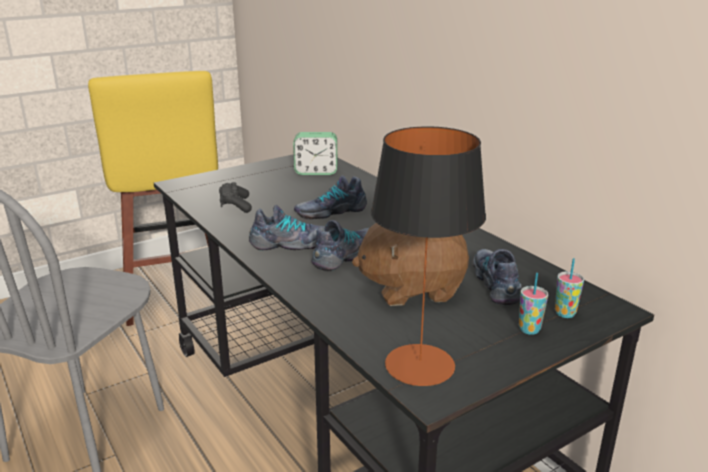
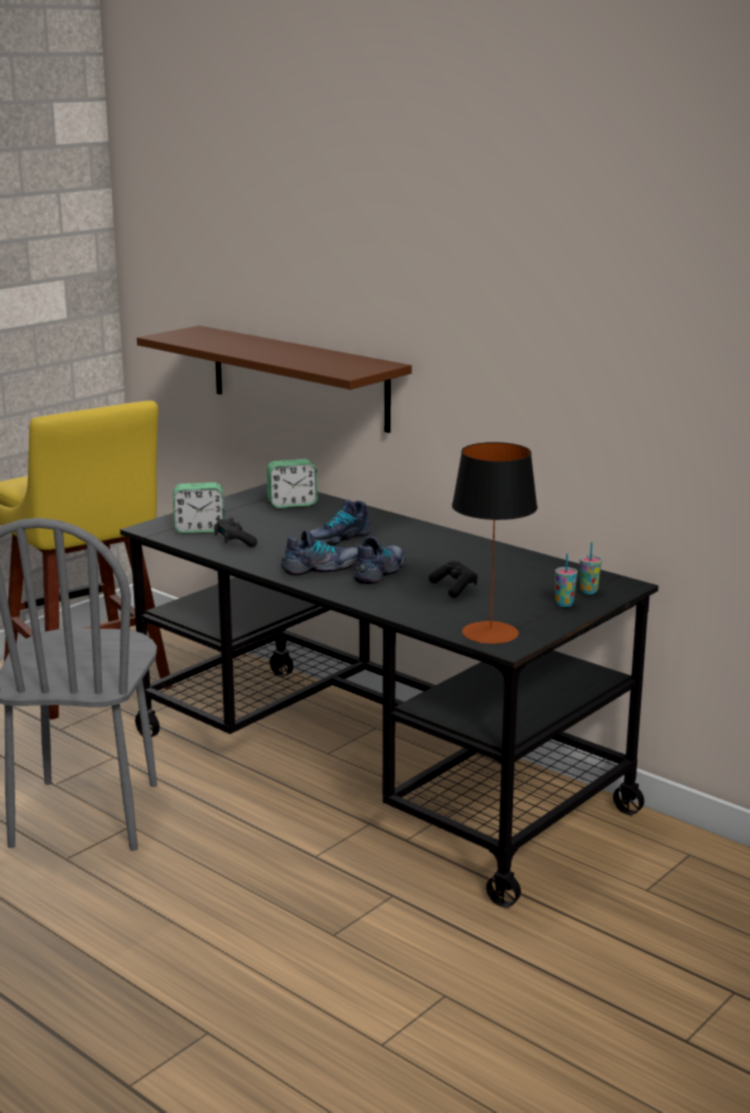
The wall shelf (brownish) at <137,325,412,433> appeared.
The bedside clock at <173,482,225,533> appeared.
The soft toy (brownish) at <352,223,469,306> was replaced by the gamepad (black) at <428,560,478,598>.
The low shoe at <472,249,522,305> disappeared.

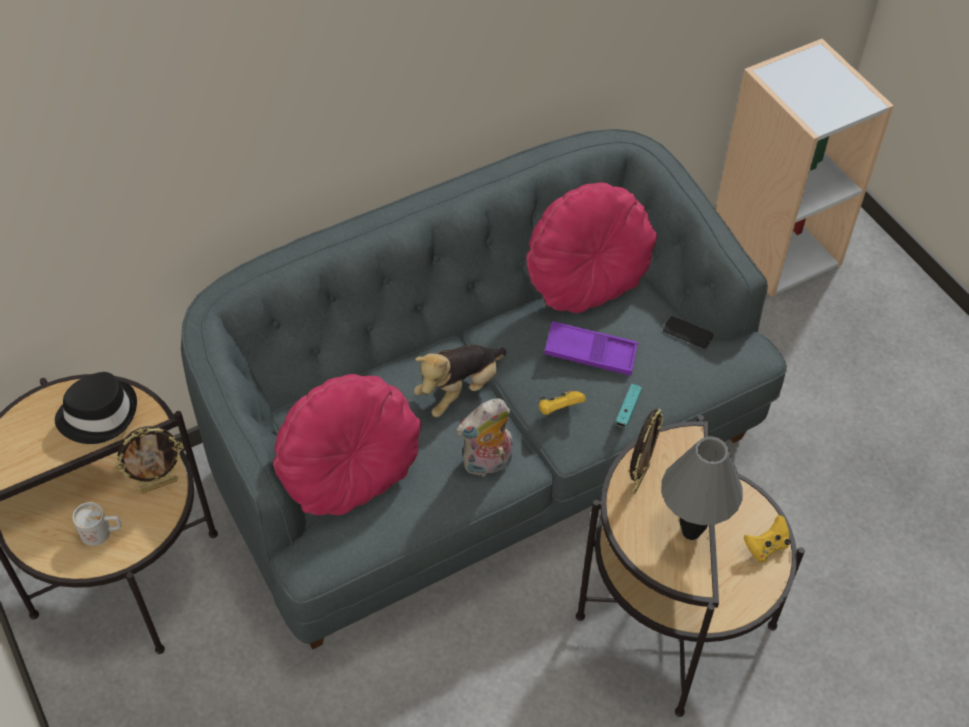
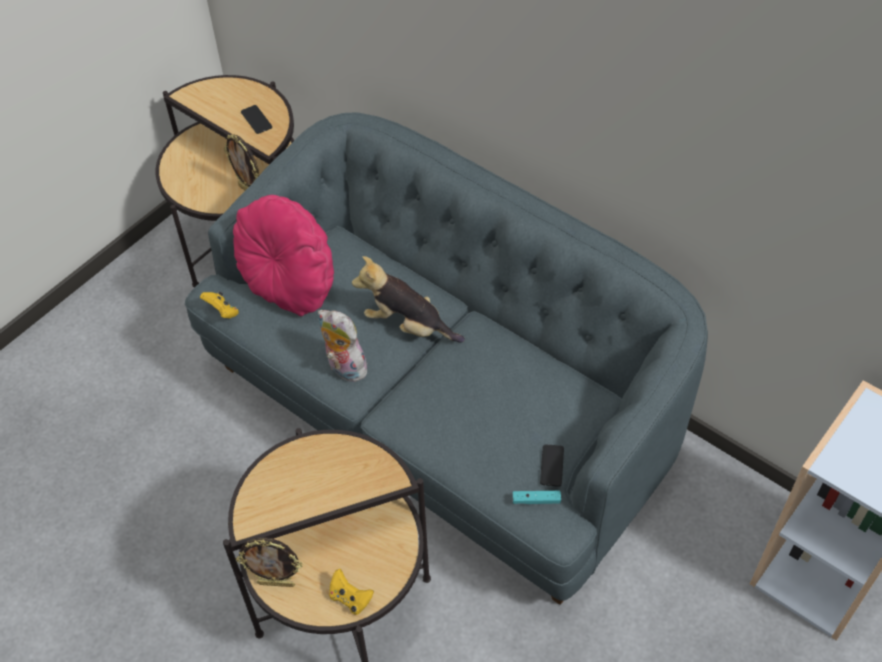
The gamepad (yellow-coloured) moved from <539,391,586,415> to <200,292,239,318>.
The photo frame moved from <629,409,663,494> to <236,537,303,587>.
The hat (black) at <55,372,137,444> was replaced by the telephone at <241,105,272,134>.
The gamepad (blue-green) moved from <615,384,642,428> to <512,491,561,504>.
The coffee mug (white) at <72,502,122,546> disappeared.
The throw pillow (pinkish) at <526,182,657,313> disappeared.
The serving tray (purple-coloured) at <544,321,638,376> disappeared.
The table lamp (grey) at <661,436,743,540> disappeared.

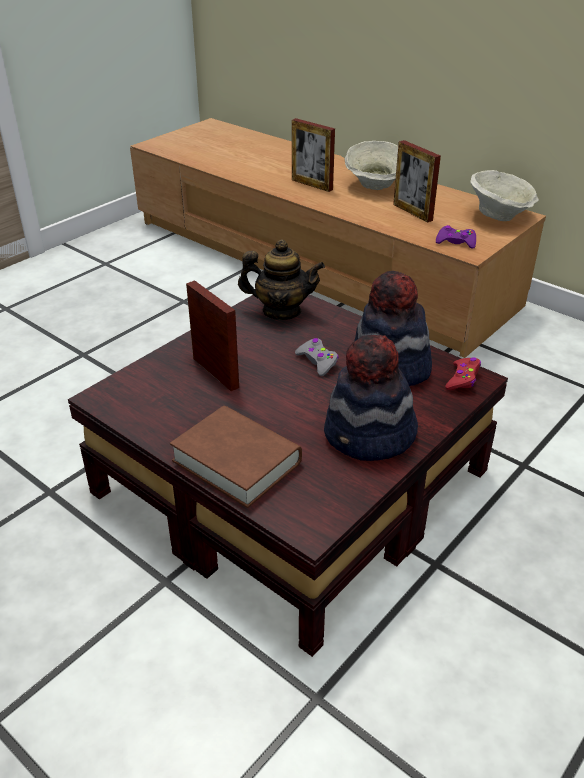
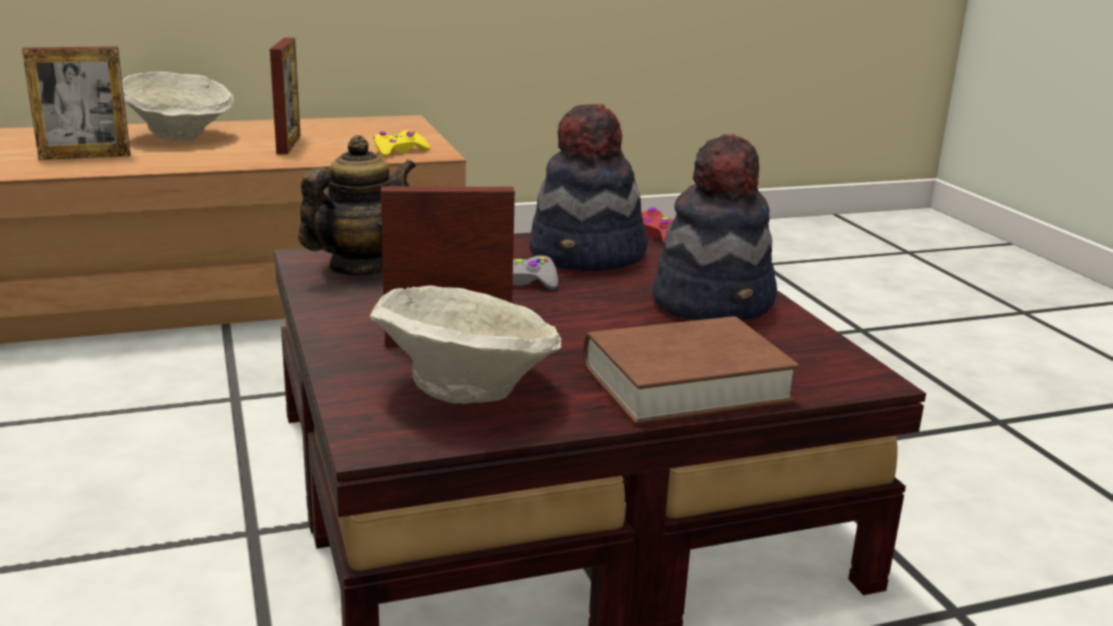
The photo frame at <393,140,441,222> turned 90 degrees counterclockwise.
The deep dish (sand-coloured) moved from <470,170,539,221> to <370,286,562,404>.
The gamepad (purple-coloured) at <436,225,476,249> became the gamepad (yellow-coloured) at <373,130,430,157>.

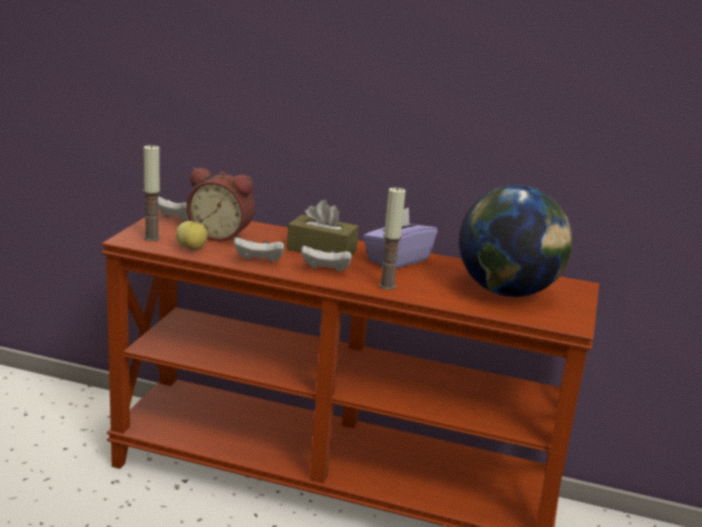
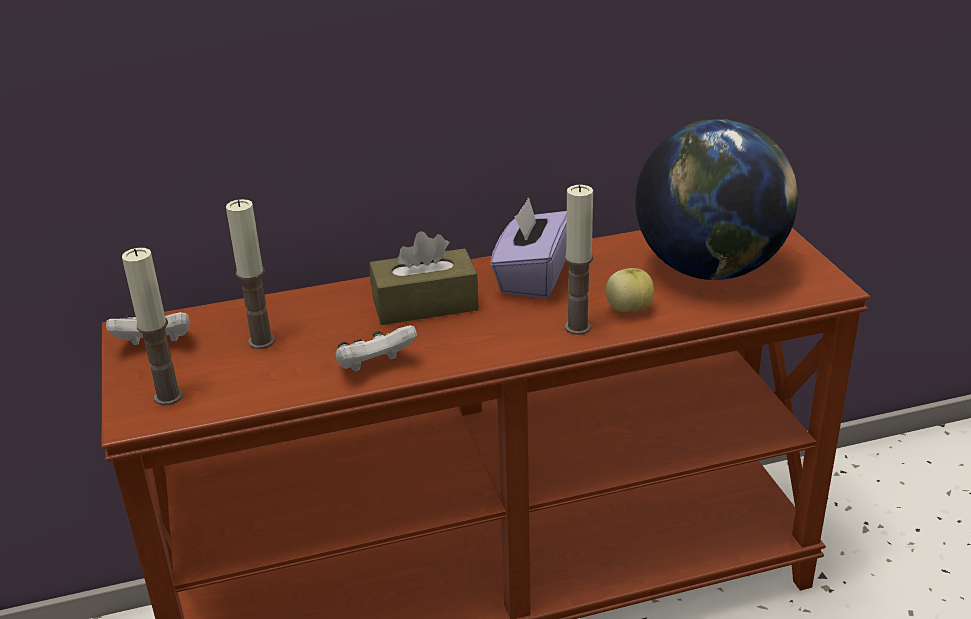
The bedside clock at <187,167,255,241> was replaced by the candle at <226,199,275,349>.
The apple fruit moved from <176,221,207,250> to <606,268,654,312>.
The gamepad (white) at <301,246,352,272> disappeared.

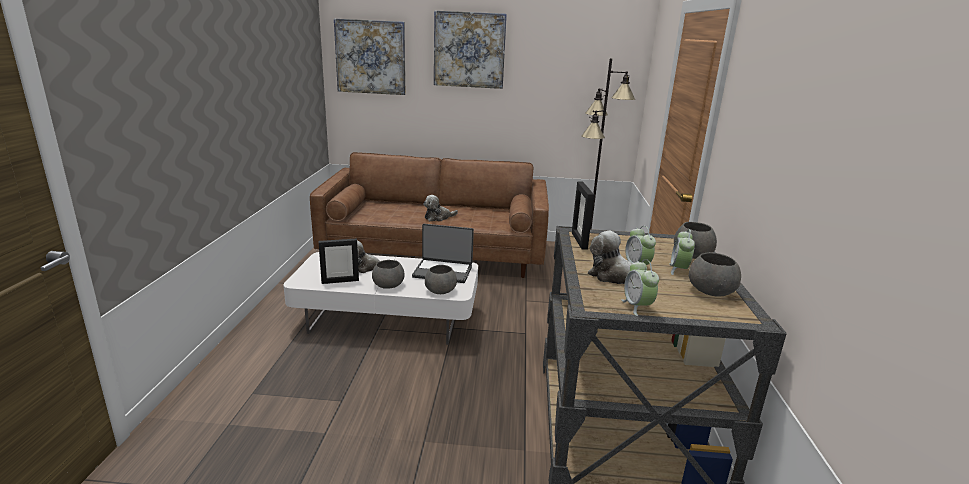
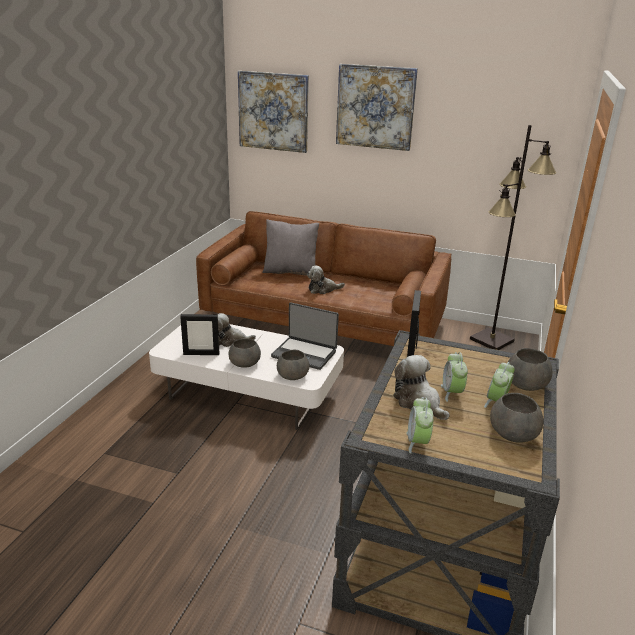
The throw pillow (grey) at <262,219,319,276> appeared.

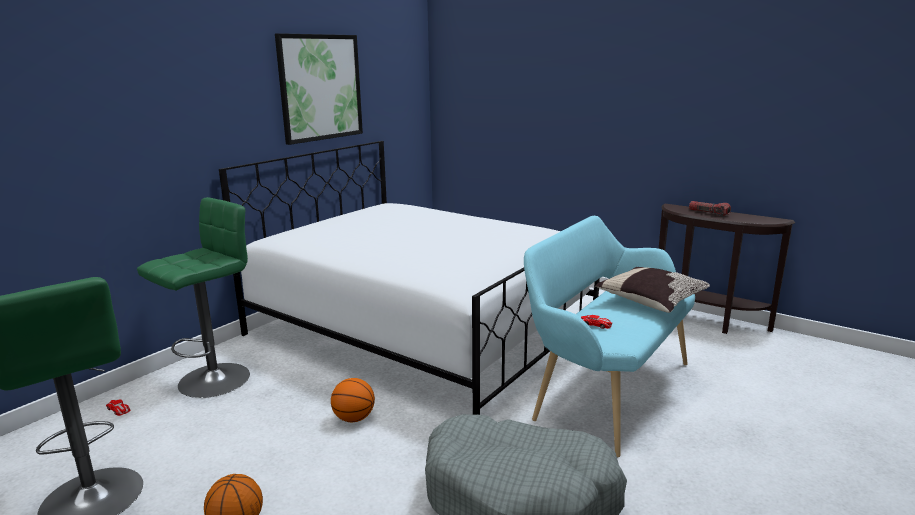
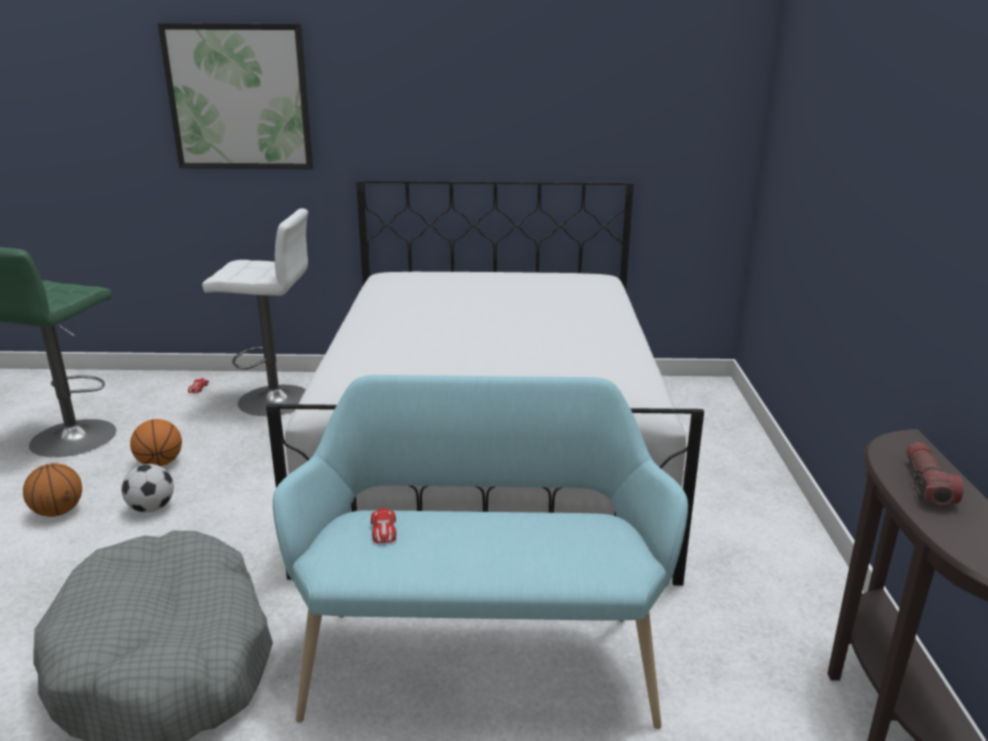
The ball for football at <122,464,174,513> appeared.
The basketball ball moved from <331,378,375,422> to <130,419,182,466>.
The wall art moved from <275,33,363,145> to <158,23,313,169>.
The stool seat (green-coloured) at <137,197,250,398> became the stool seat (white) at <202,208,308,416>.
The throw pillow at <595,267,710,313> disappeared.

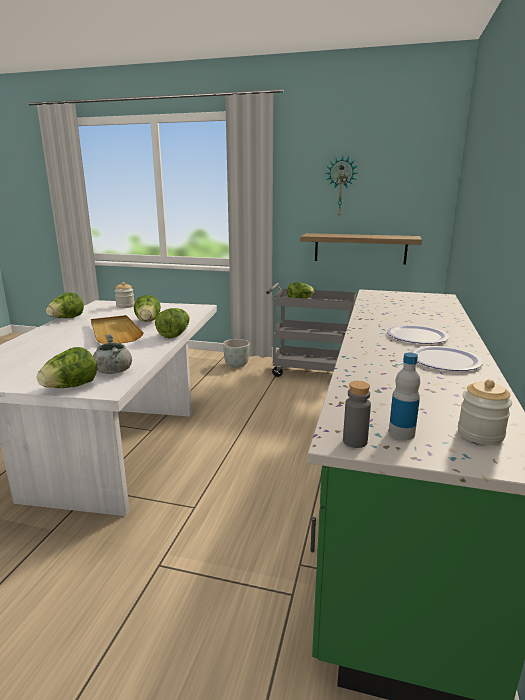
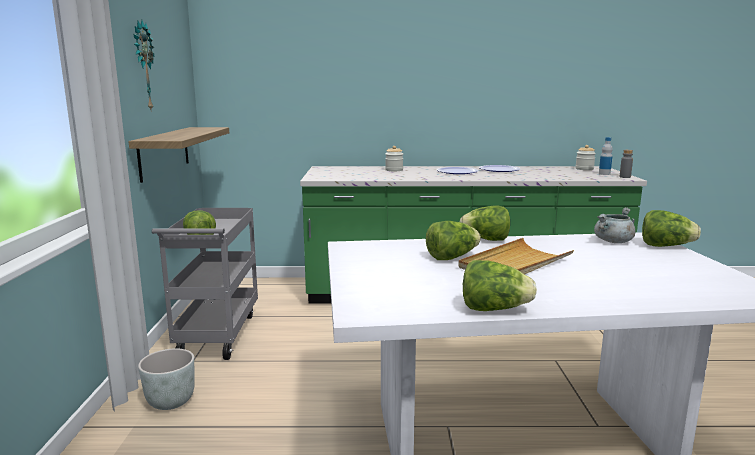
The jar moved from <115,282,135,308> to <385,146,403,171>.

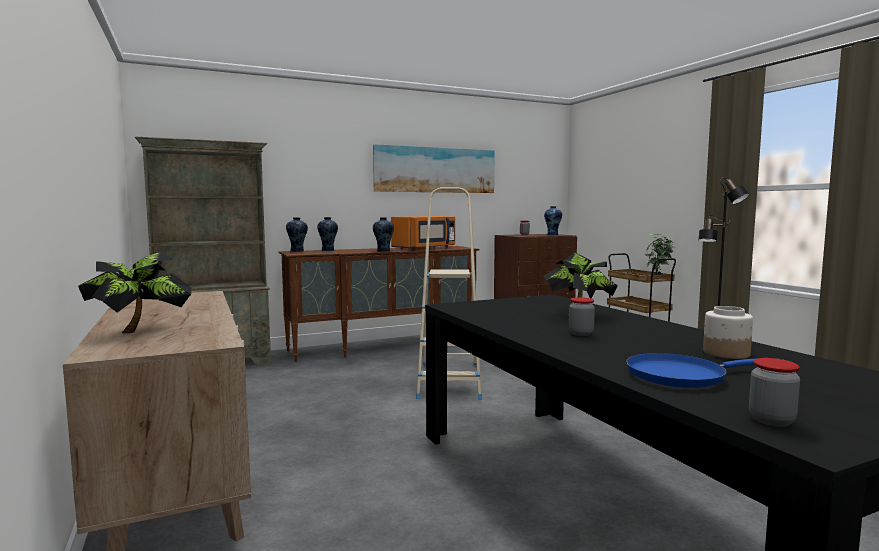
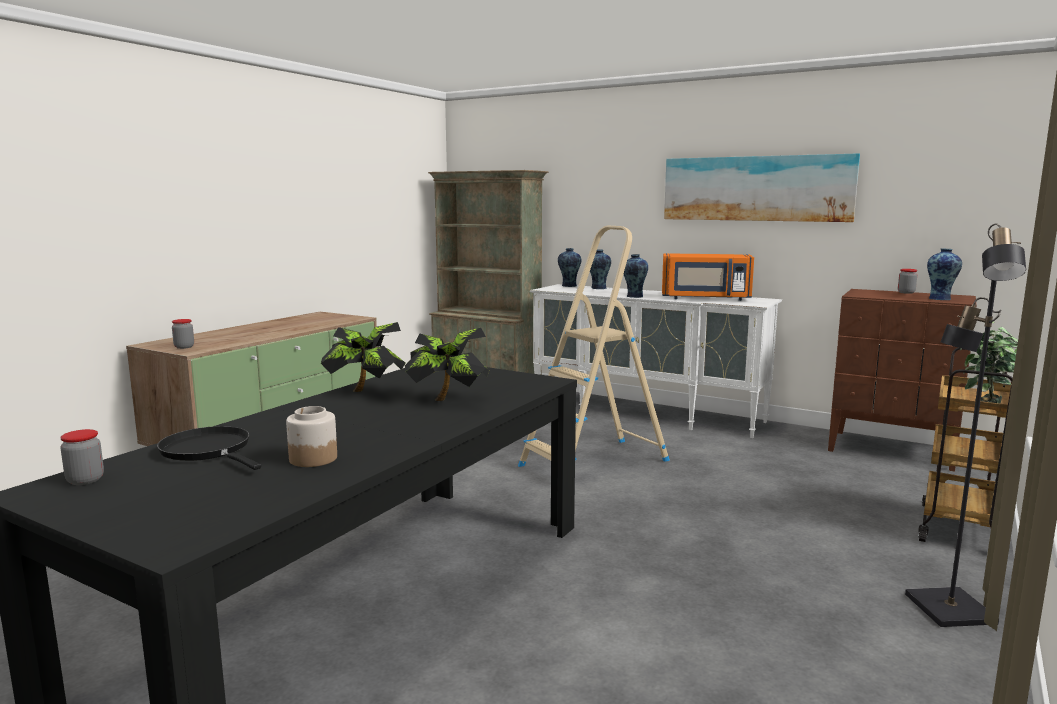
The skillet (blue-coloured) at <626,353,758,388> became the skillet (black) at <157,426,261,470>.
The jar moved from <569,297,595,336> to <172,319,194,349>.
The plant in a pot moved from <78,252,191,333> to <321,322,406,392>.
The storage cabinet (brownish) at <279,246,479,362> became the storage cabinet (white) at <530,284,782,438>.

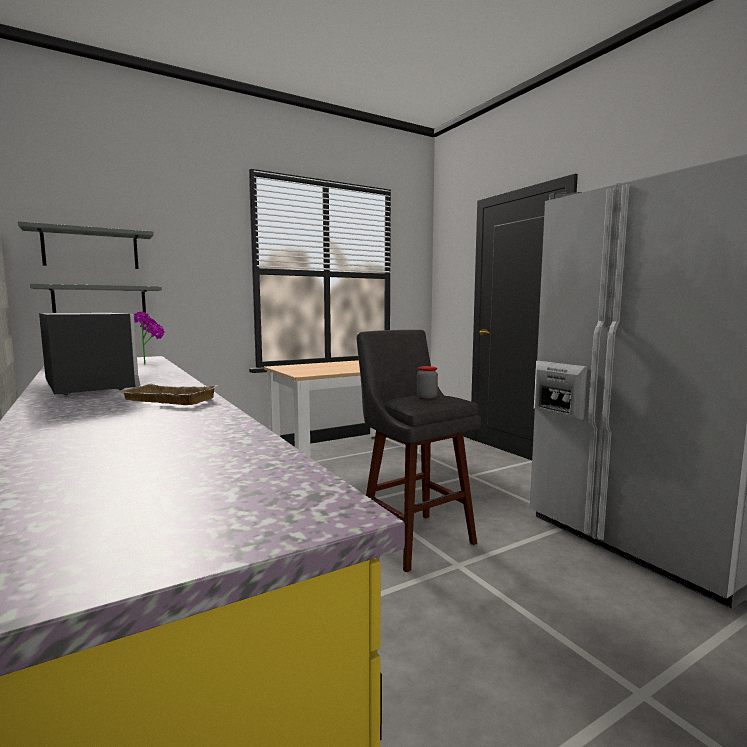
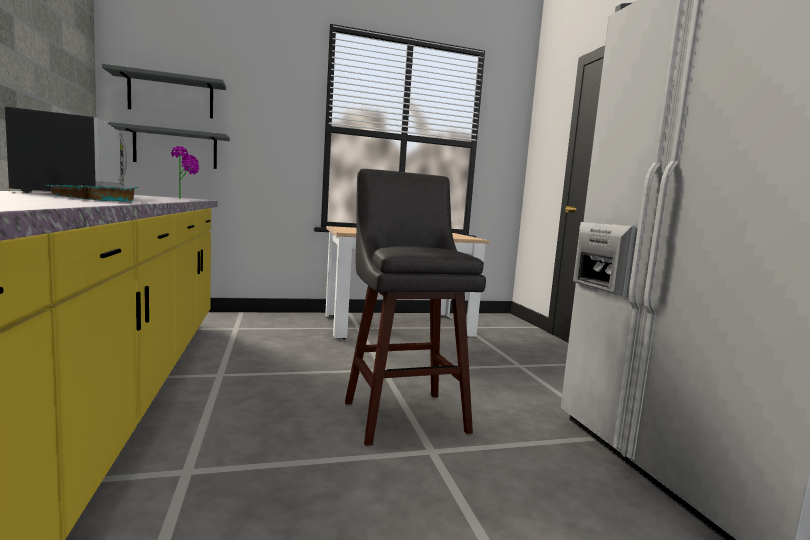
The serving tray (sand-coloured) at <117,384,218,405> became the serving tray (blue-green) at <48,185,138,201>.
The jar at <417,366,438,399> disappeared.

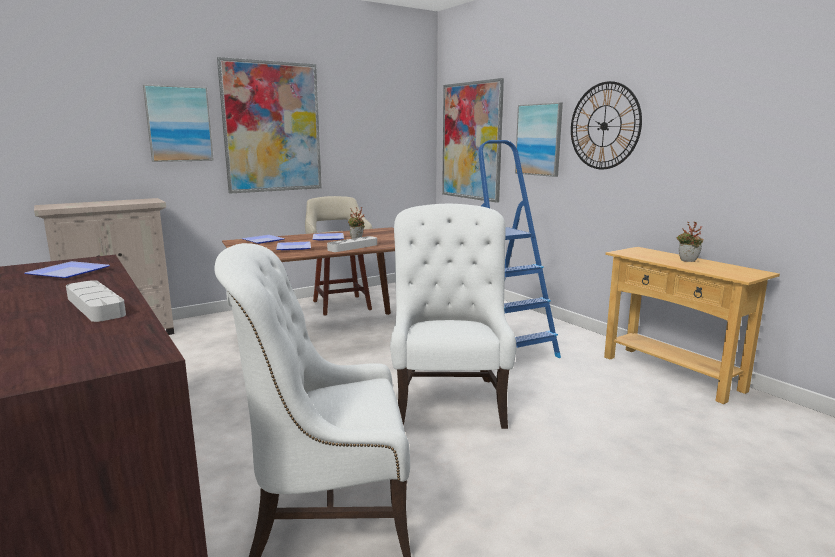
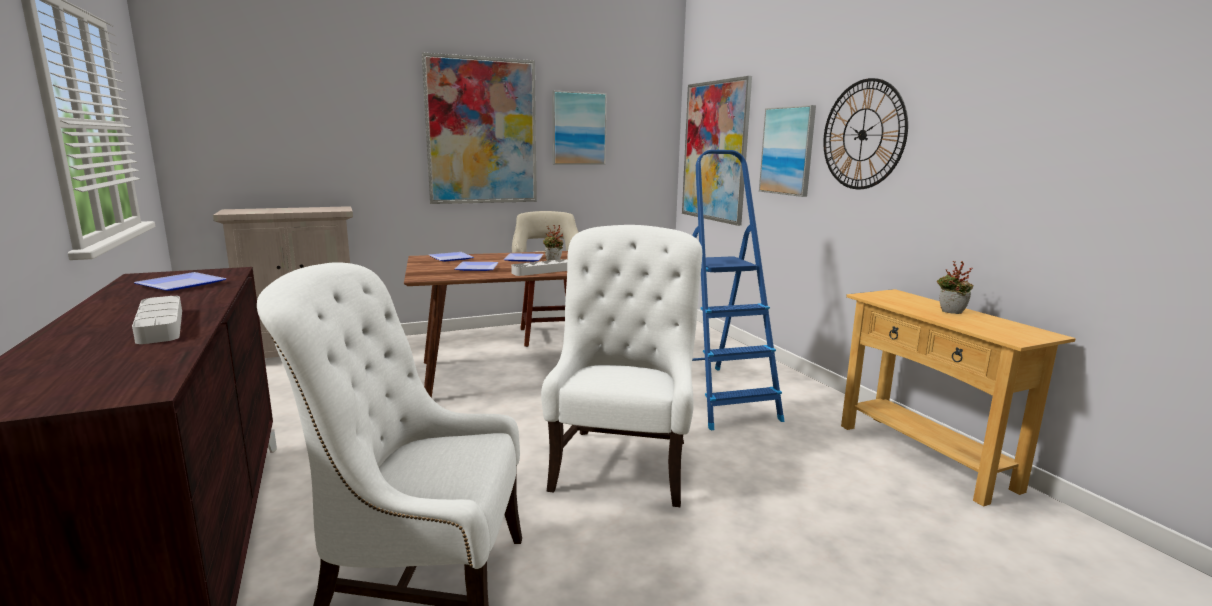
The wall art moved from <143,84,214,162> to <552,91,607,165>.

